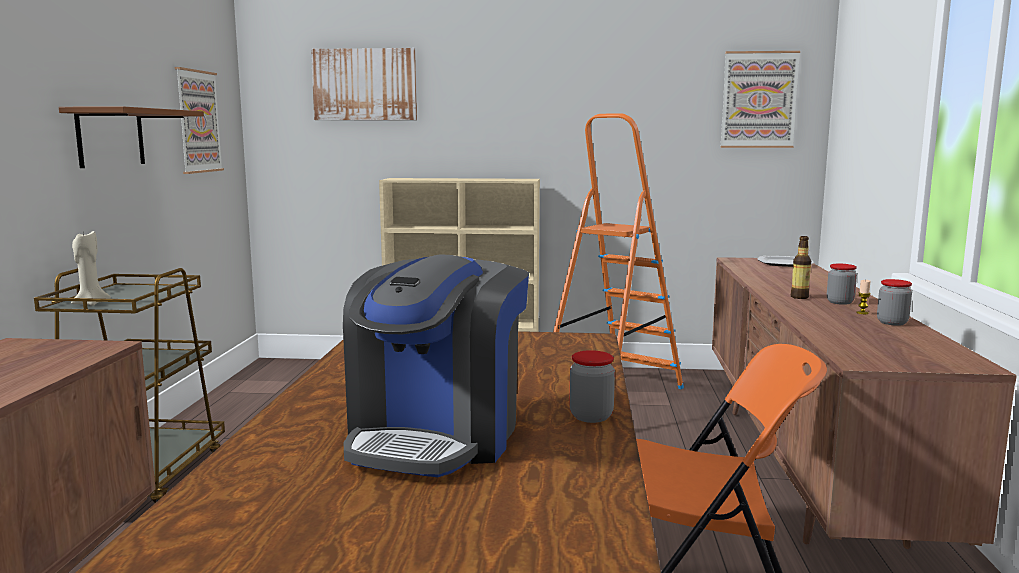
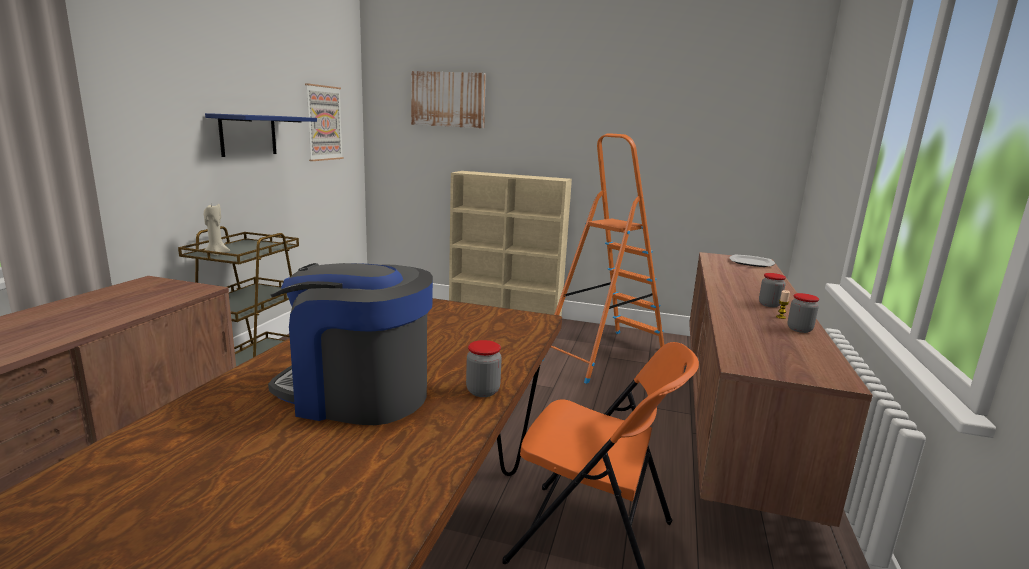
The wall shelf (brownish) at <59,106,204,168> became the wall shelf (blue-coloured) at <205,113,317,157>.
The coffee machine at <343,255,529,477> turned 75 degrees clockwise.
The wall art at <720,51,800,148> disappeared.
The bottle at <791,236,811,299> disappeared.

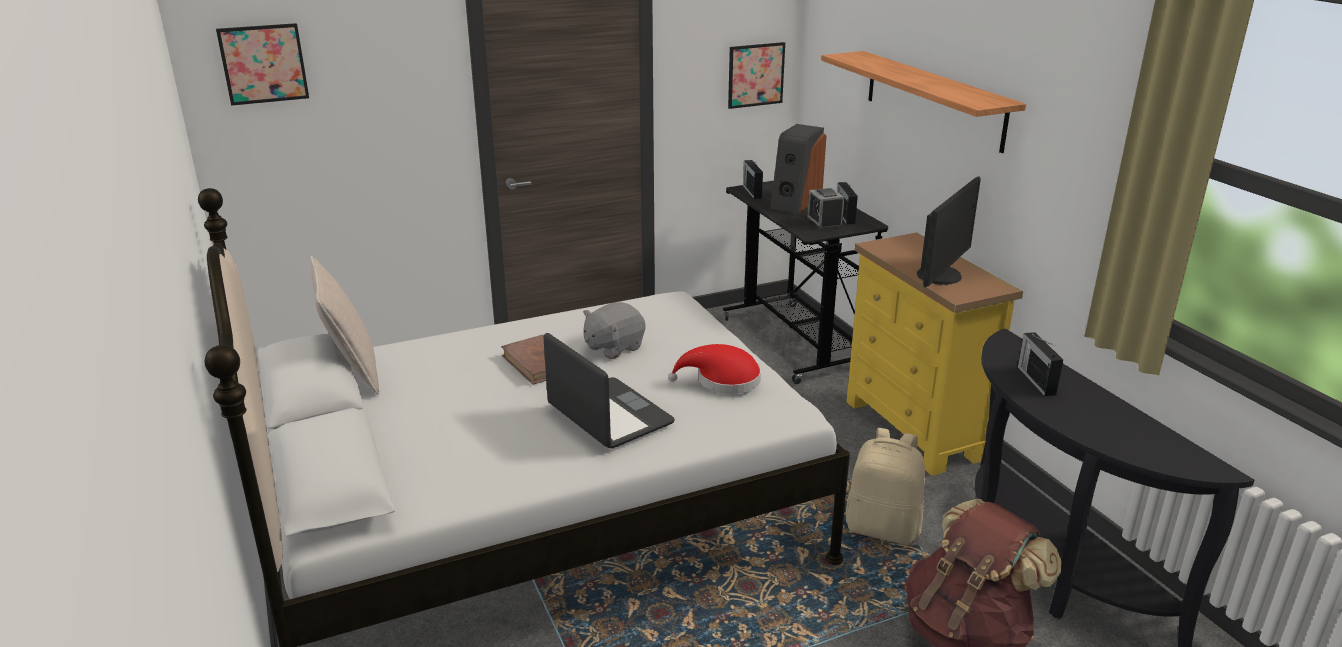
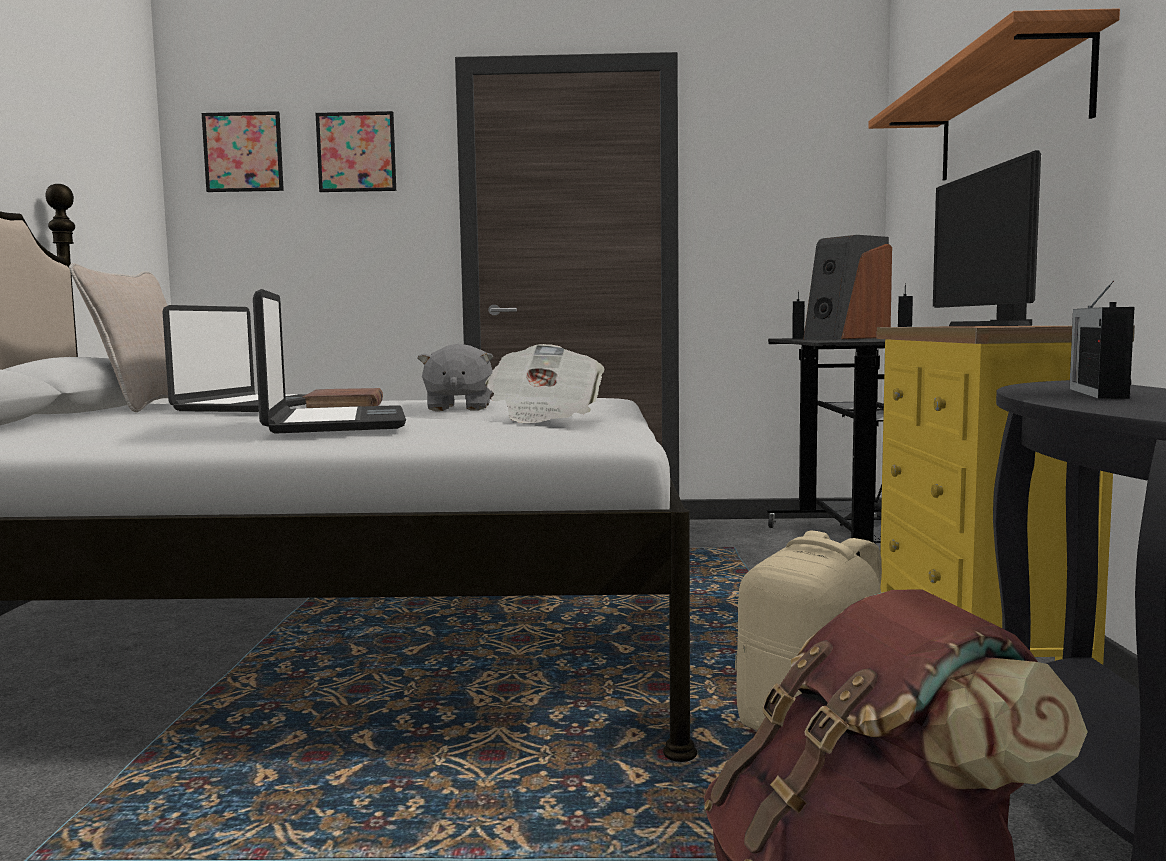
The notebook computer at <163,305,307,412> appeared.
The wall art moved from <728,42,785,109> to <316,111,396,192>.
The soft toy (grey) at <583,302,646,359> turned 75 degrees counterclockwise.
The hat (red-coloured) at <668,344,761,394> was replaced by the printed paper at <485,344,605,423>.
The computer screen at <917,176,981,287> turned 120 degrees clockwise.
The bedside clock at <807,188,844,230> disappeared.

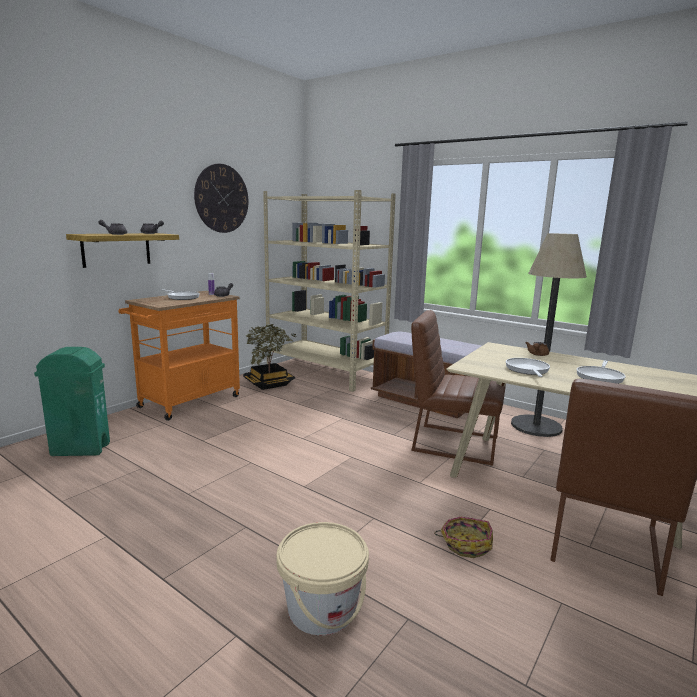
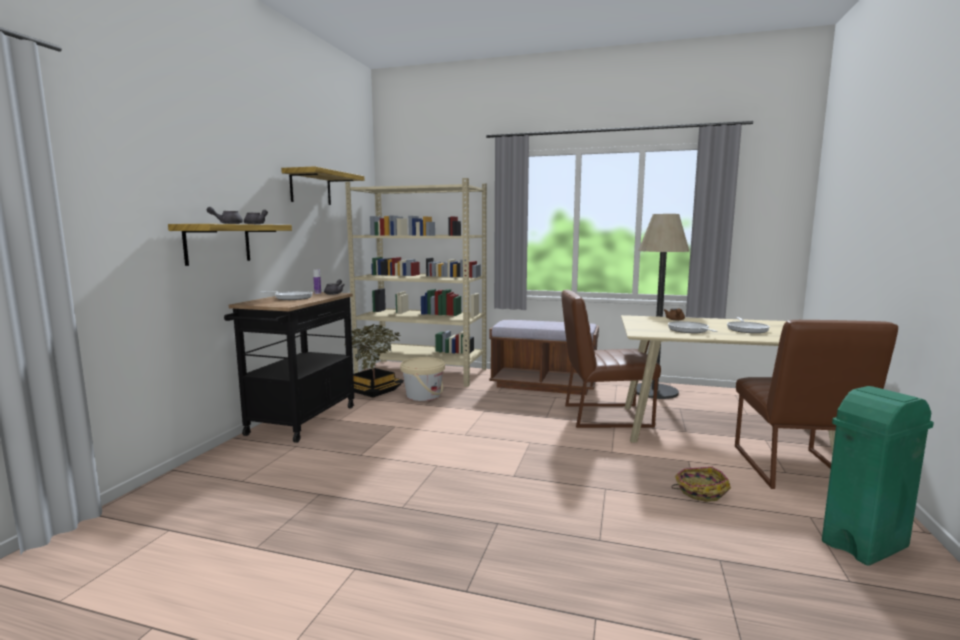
The cart (orangey) at <118,291,240,421> became the cart (black) at <224,292,354,443>.
The clock on the wall at <194,164,248,233> was replaced by the wall shelf at <281,166,365,205>.
The pail (sand-coloured) moved from <276,522,369,636> to <400,357,445,401>.
The waste bin (green-coloured) moved from <34,347,110,456> to <822,386,934,566>.

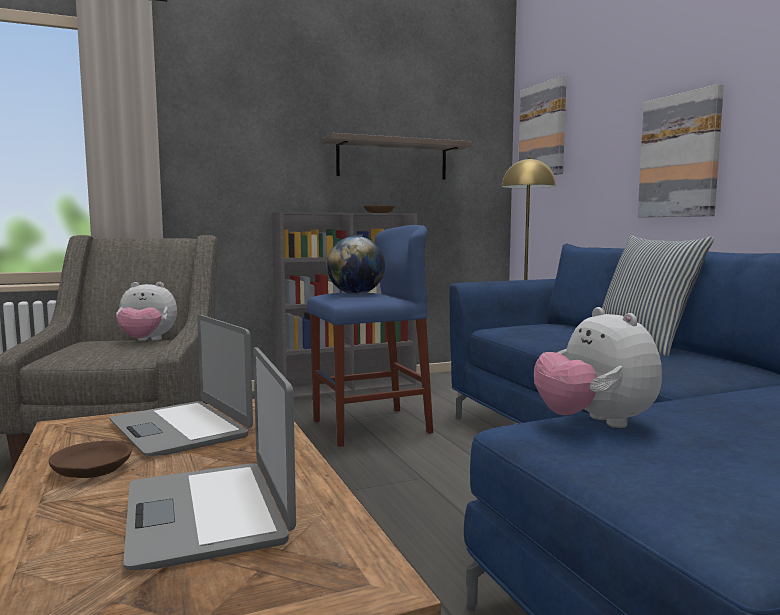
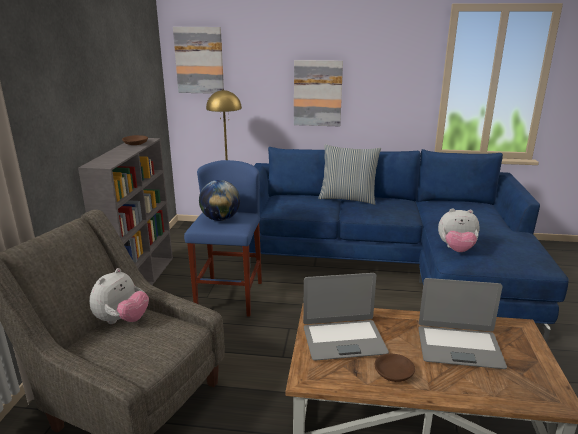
The wall shelf at <323,133,473,180> disappeared.

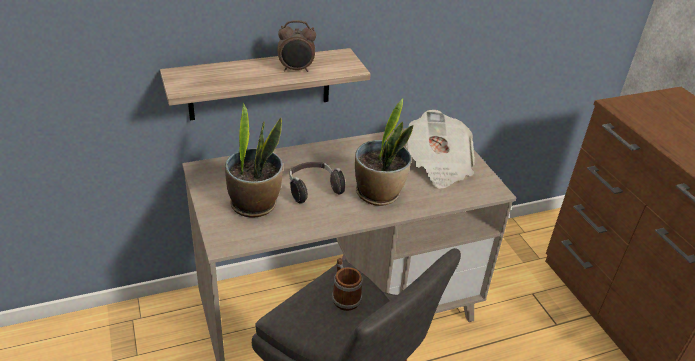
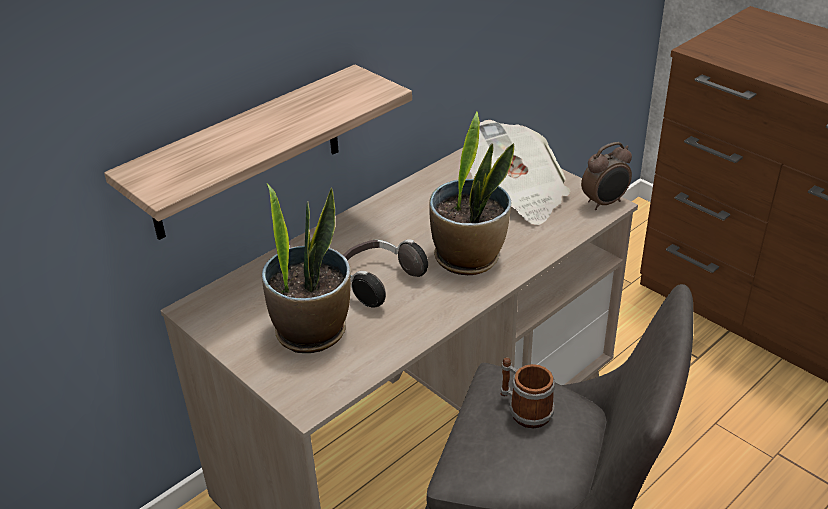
The bedside clock moved from <277,20,316,72> to <581,142,632,210>.

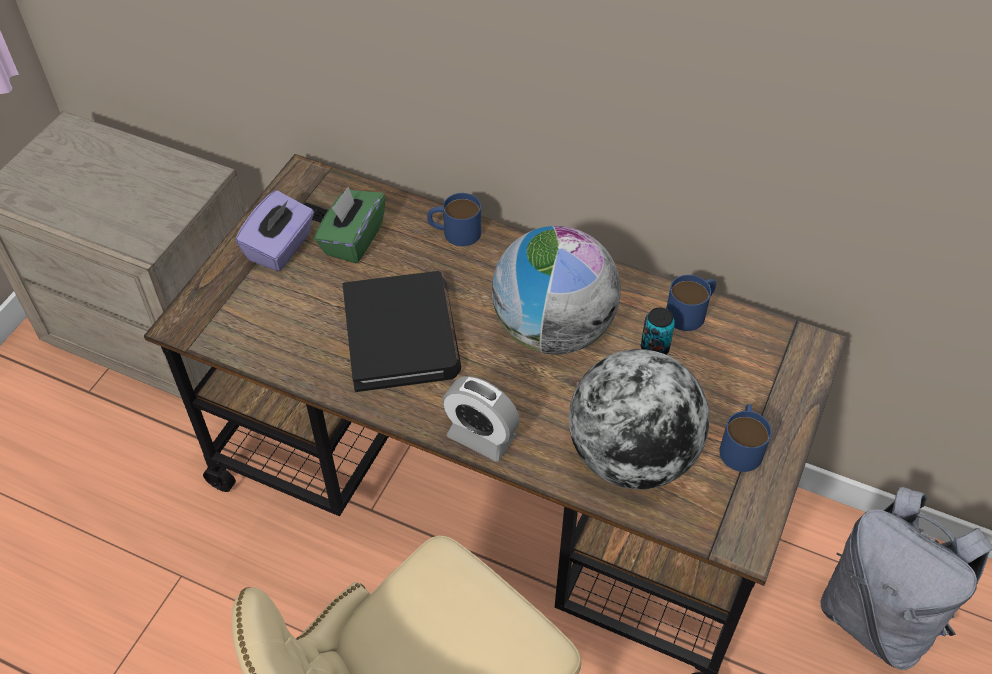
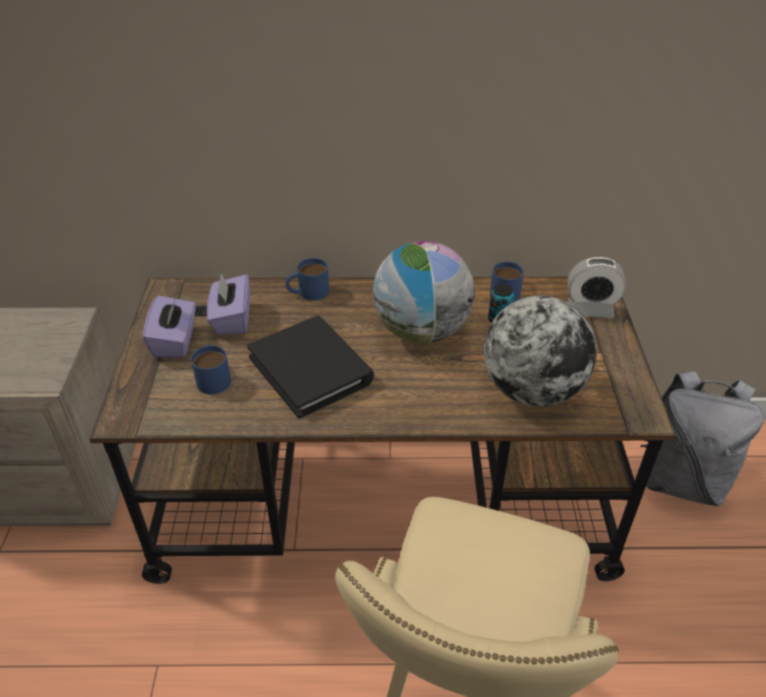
The coffee mug (blue-coloured) moved from <719,404,772,472> to <191,344,231,394>.
The tissue holder (green-coloured) at <314,187,385,263> became the tissue holder (purple-coloured) at <207,274,250,335>.
The bedside clock moved from <443,376,520,461> to <567,257,626,318>.

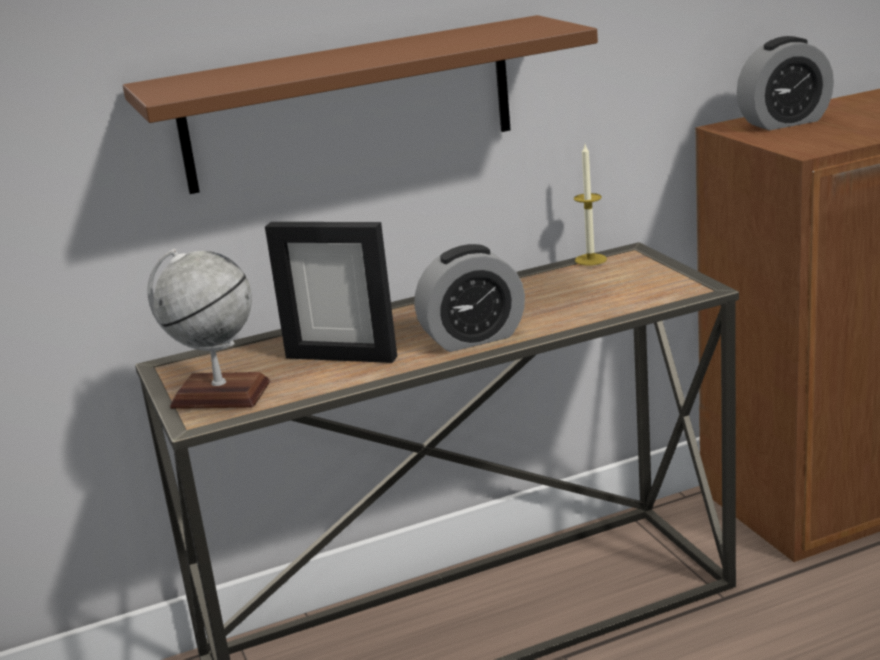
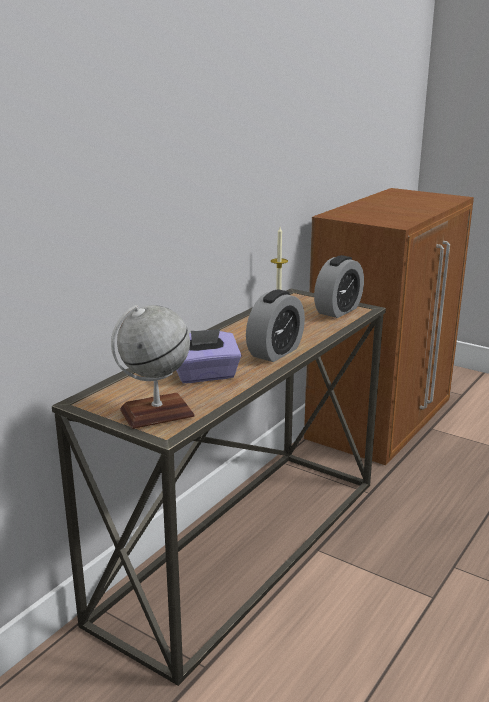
The photo frame at <265,222,397,363> was replaced by the tissue holder (purple-coloured) at <176,329,242,383>.
The bedside clock moved from <737,36,834,130> to <314,255,364,318>.
The wall shelf (brownish) at <123,15,598,194> disappeared.

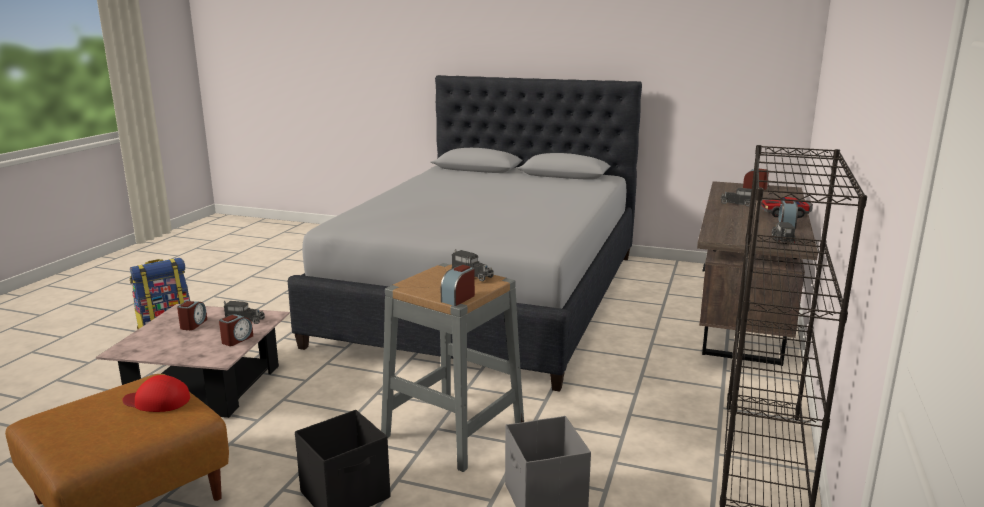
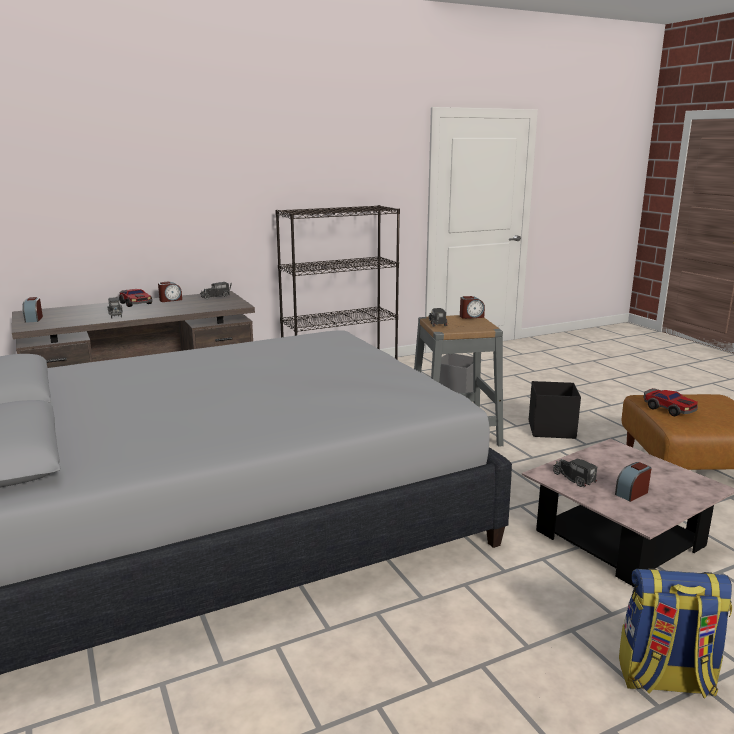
The baseball cap (red-coloured) at <122,375,190,412> was replaced by the toy car at <643,388,698,416>.
The bedside clock at <219,314,253,346> disappeared.

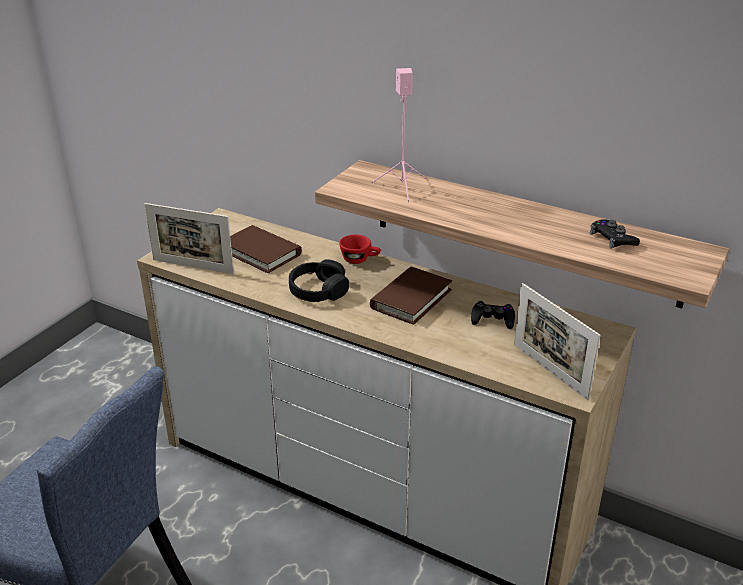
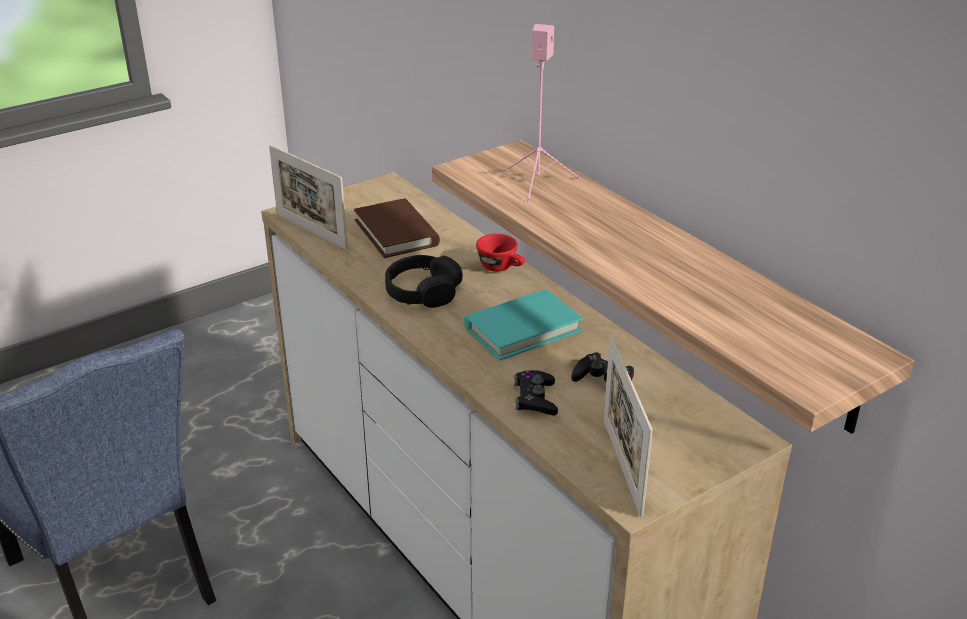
The book (brownish) at <370,267,452,325> became the book (blue-green) at <464,289,583,361>.
The gamepad (black) moved from <590,219,640,249> to <514,370,558,416>.

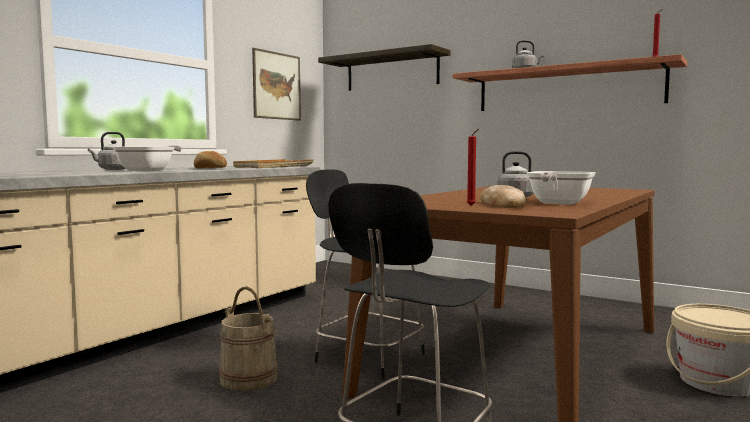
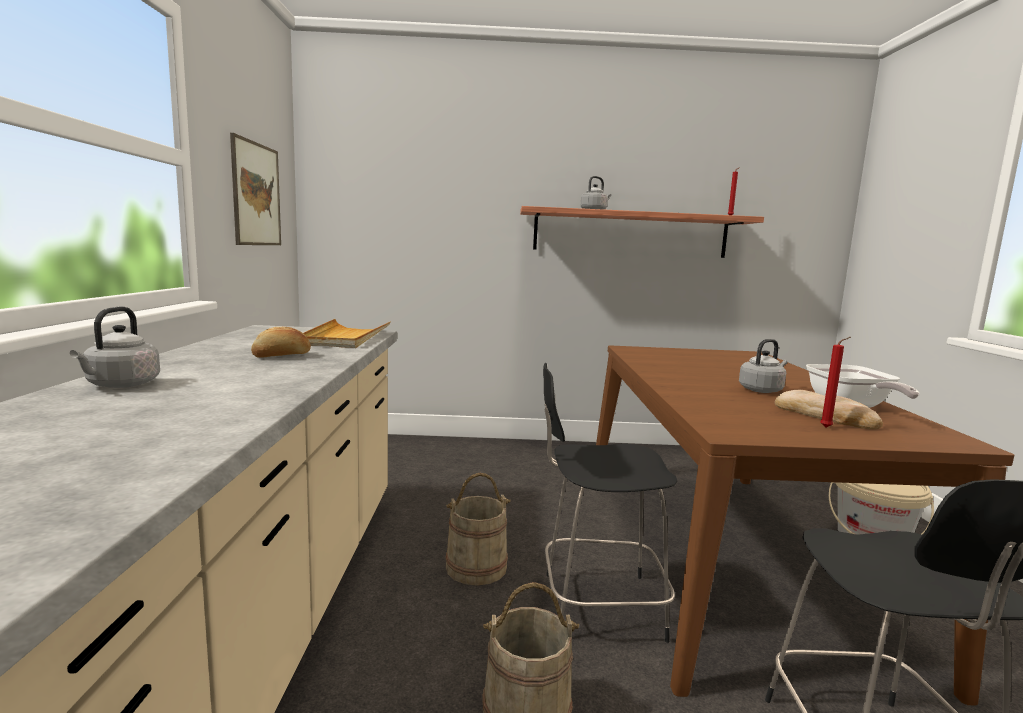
The pail (sand-coloured) at <445,473,510,586> appeared.
The skillet at <113,145,182,171> disappeared.
The wall shelf at <318,44,451,91> disappeared.

